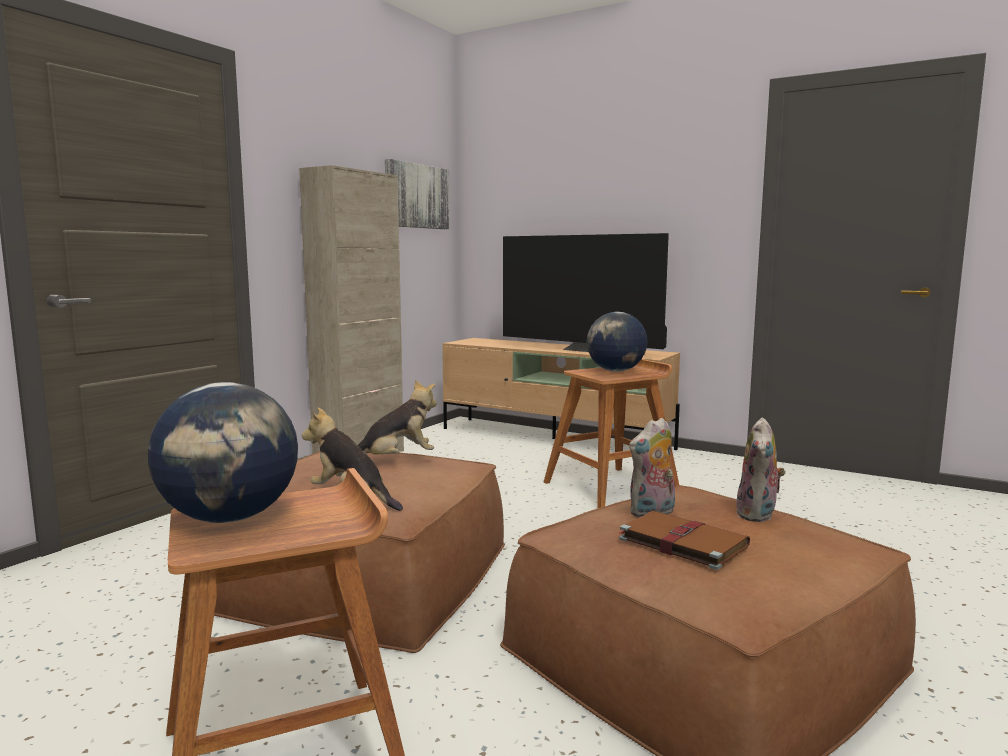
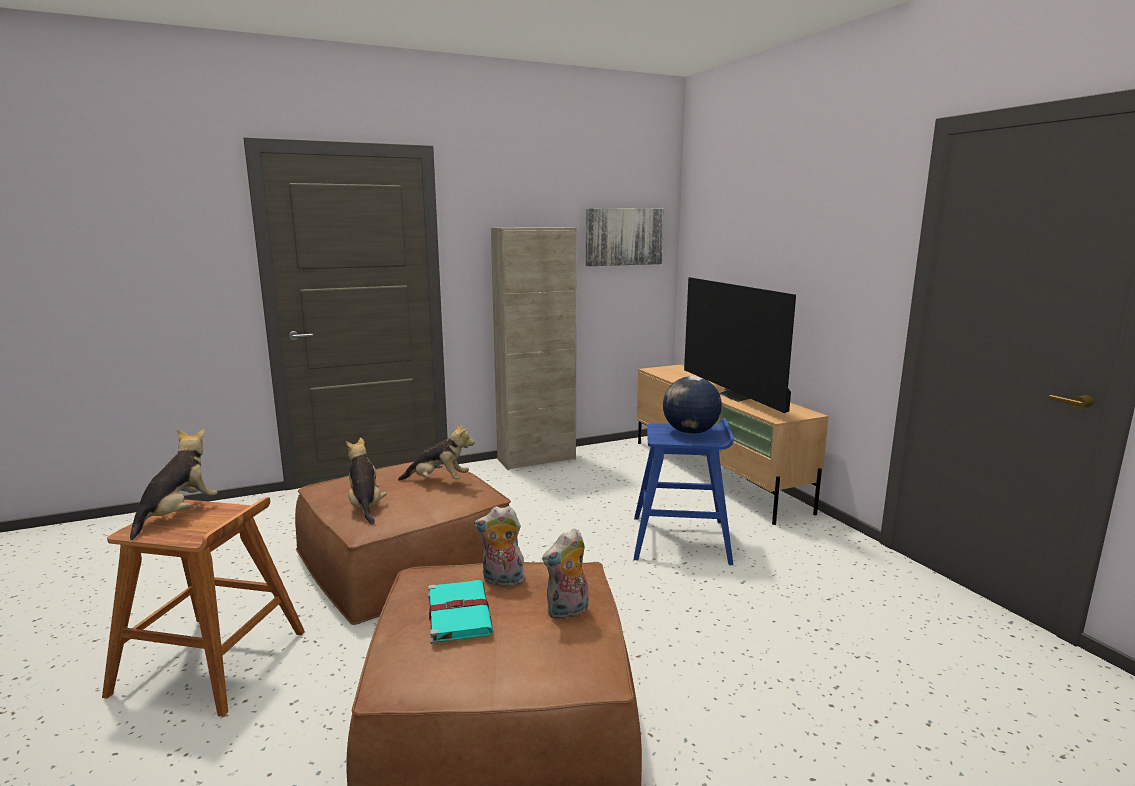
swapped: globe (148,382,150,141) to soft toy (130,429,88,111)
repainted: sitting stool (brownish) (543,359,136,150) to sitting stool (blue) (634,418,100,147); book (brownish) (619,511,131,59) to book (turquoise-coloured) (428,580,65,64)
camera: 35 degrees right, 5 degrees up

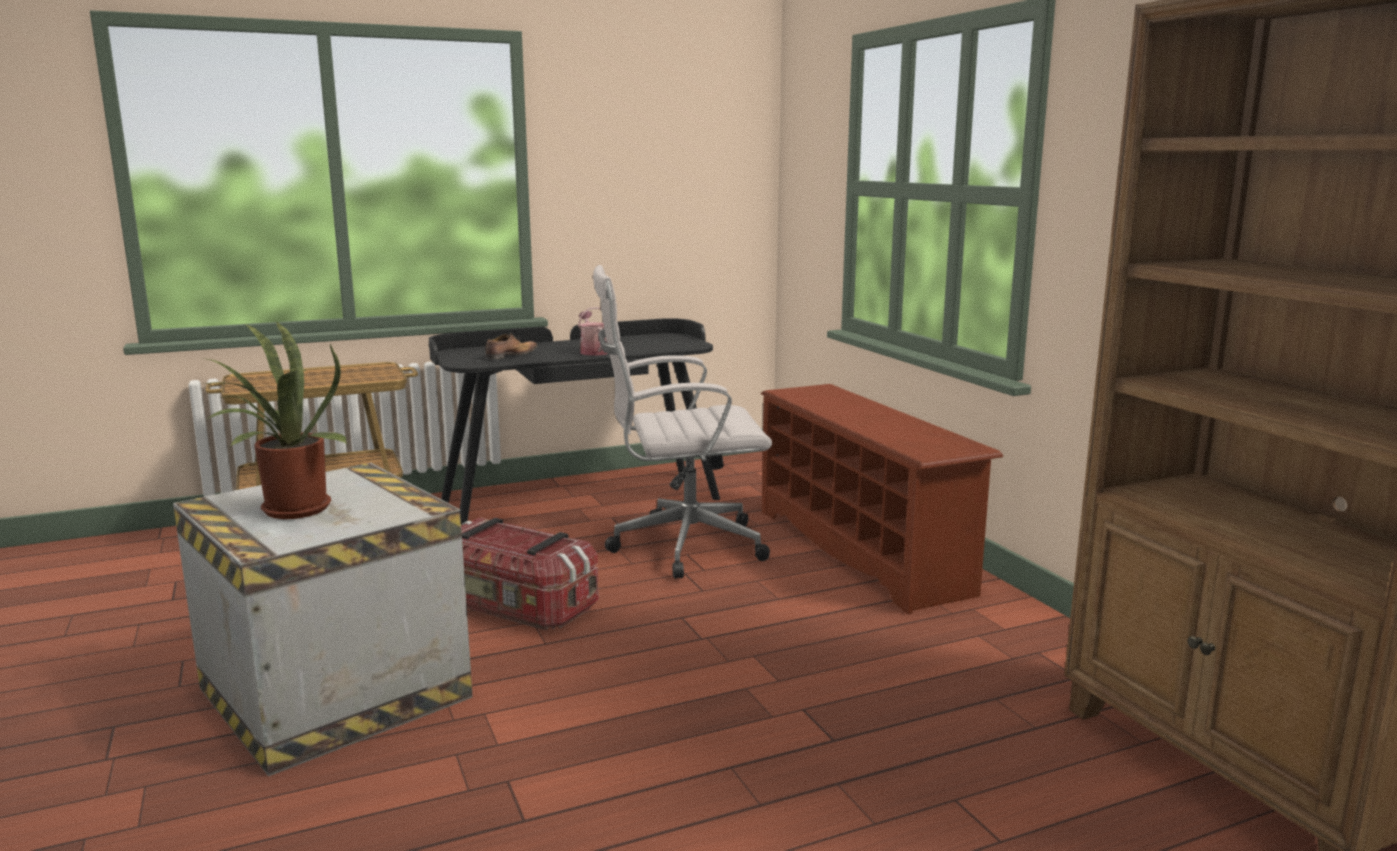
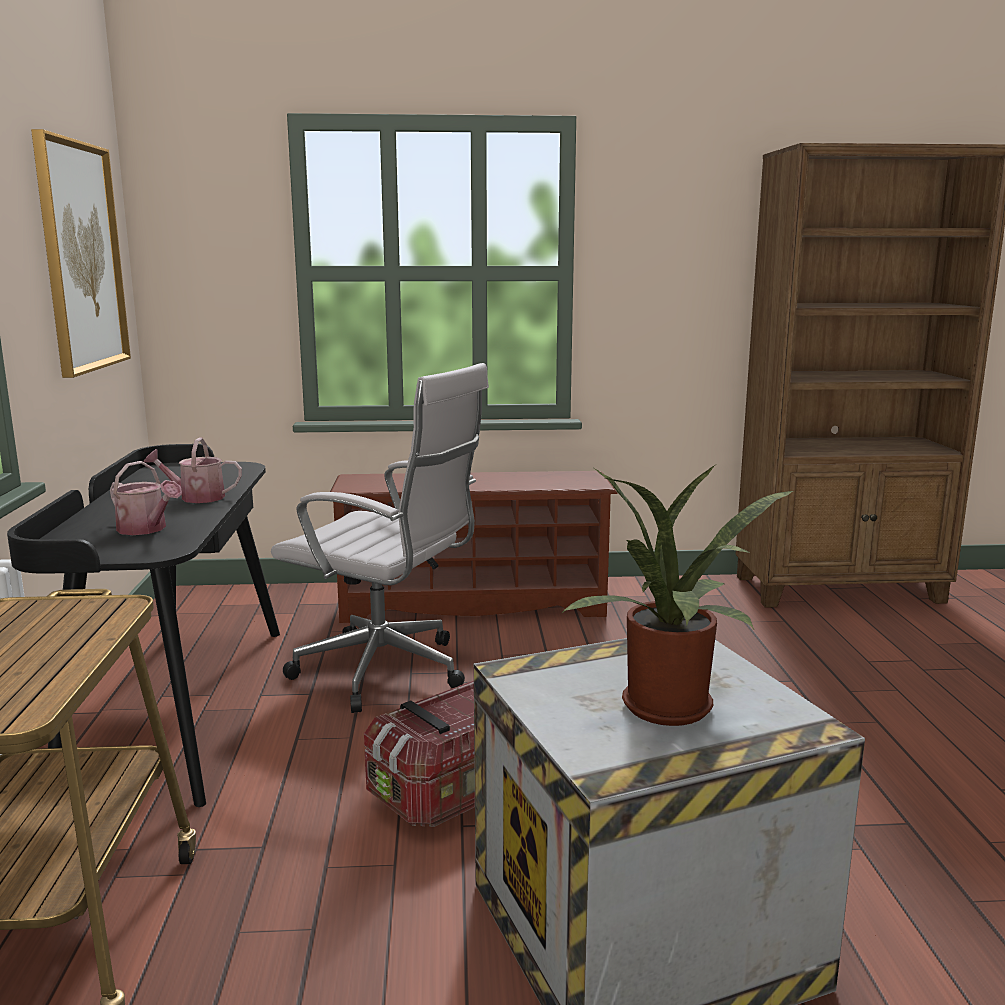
new: picture (31,129,100,249)
swapped: item of footwear (485,333,53,26) to watering pot (110,461,72,74)
rotated: office chair (whitish) (593,265,179,314) = (271,363,218,350) 75 degrees counterclockwise
camera: 70 degrees left, 0 degrees up

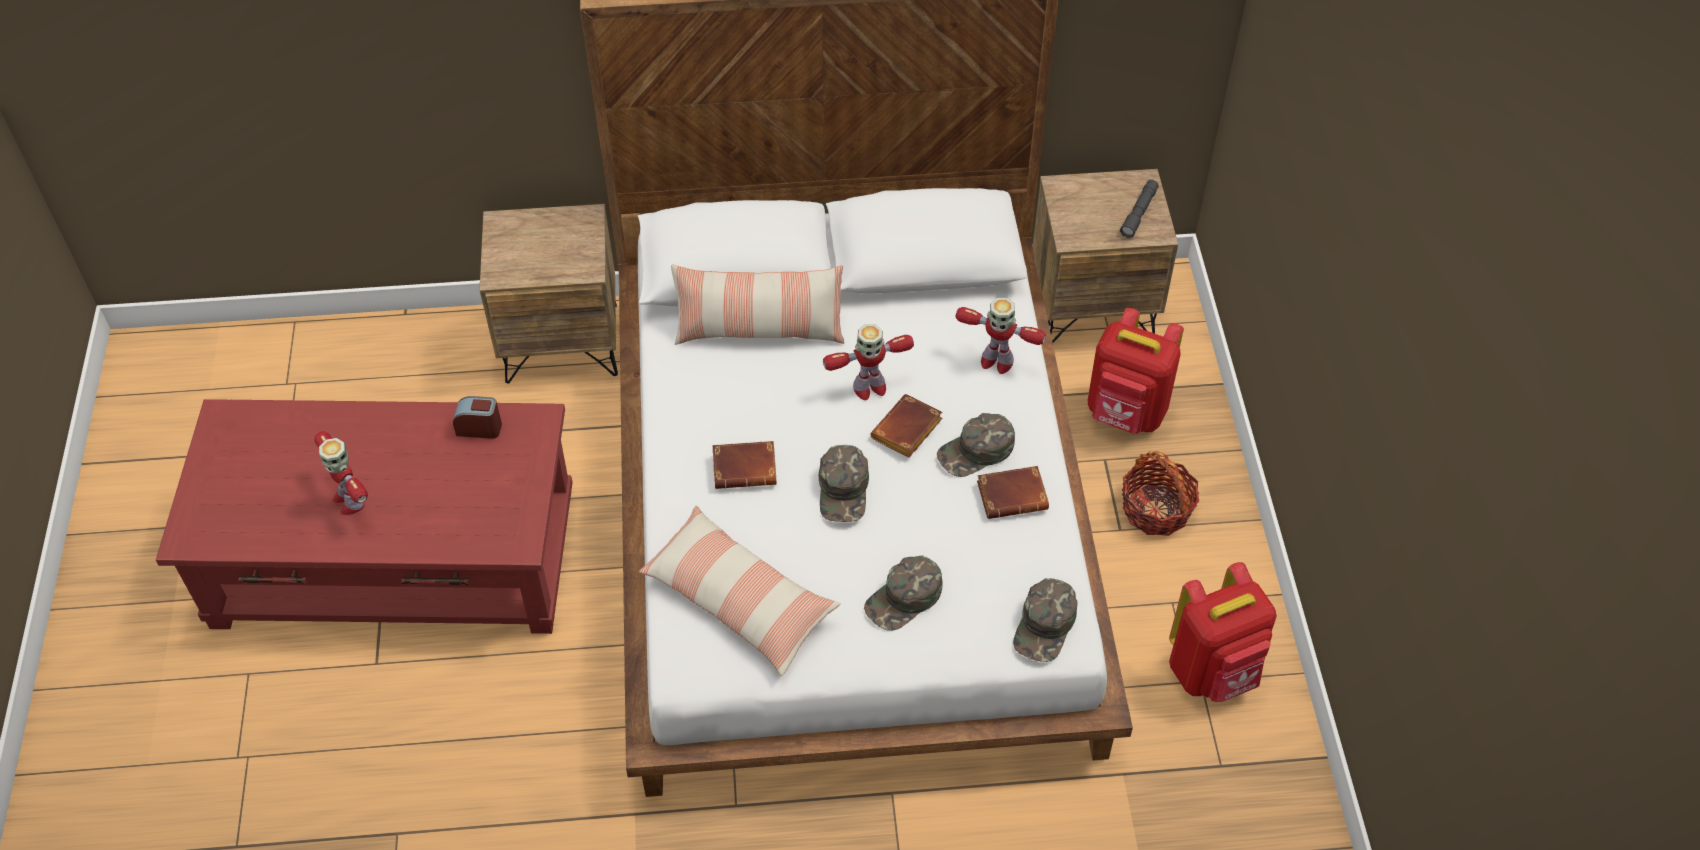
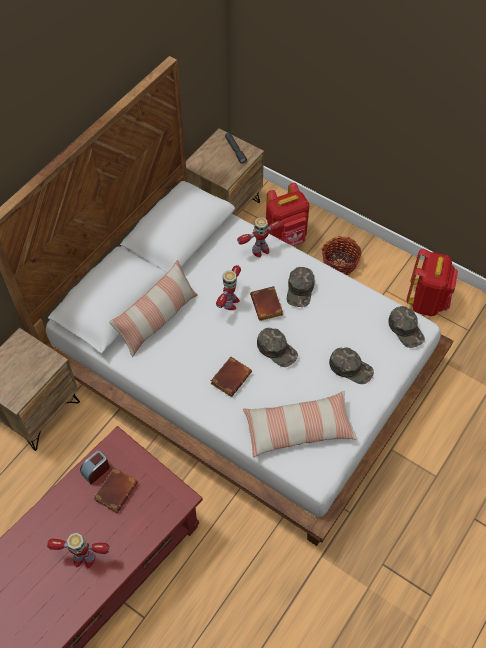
shifted: book (brownish) (977,466,72,53) to (94,467,44,46)
rotated: baseball cap (greenish) (864,556,79,75) = (329,347,45,37) 60 degrees counterclockwise
camera: 50 degrees left, 5 degrees up

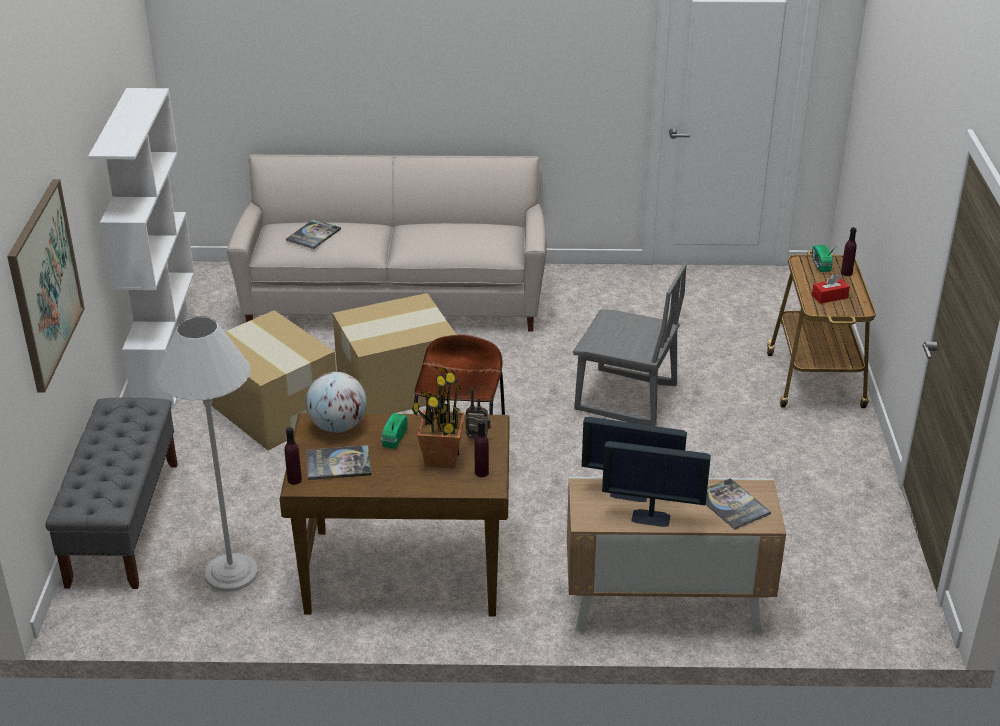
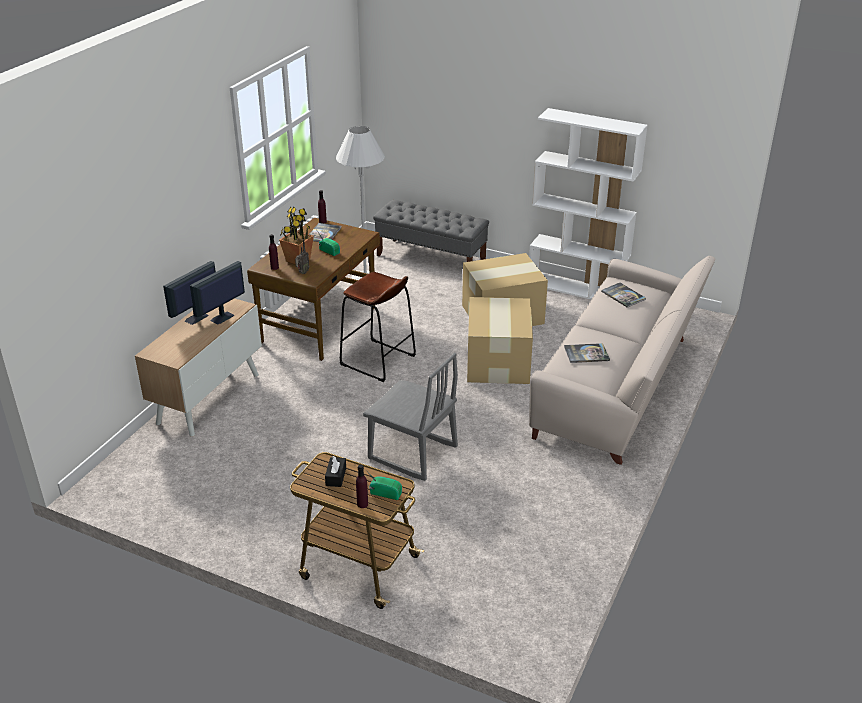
gone: picture (7,179,78,214); globe (306,372,60,61)
shifted: book (706,478,65,52) to (564,343,46,20)
repainted: tissue holder (red-coloured) (812,274,38,30) to tissue holder (black-coloured) (325,456,21,31)
rotated: plain chair (grey) (573,263,114,163) = (363,353,95,128) 105 degrees counterclockwise
camera: 115 degrees right, 0 degrees up

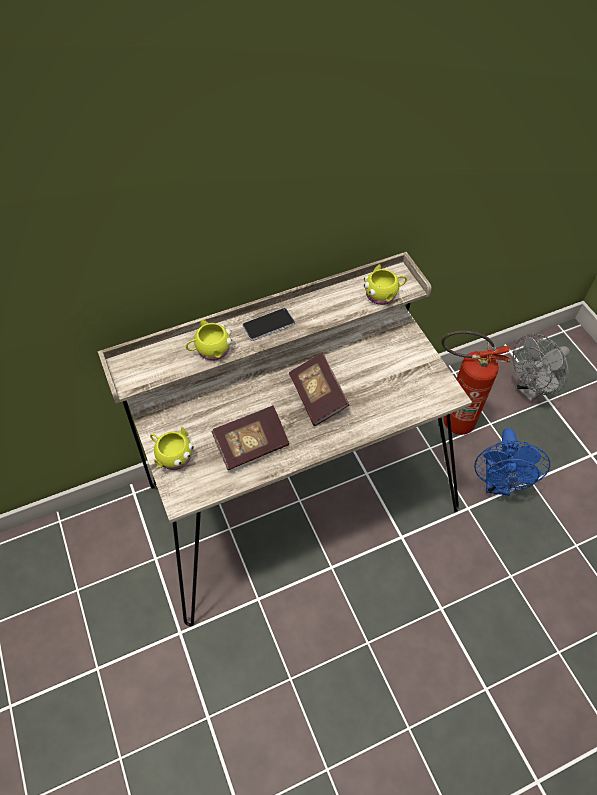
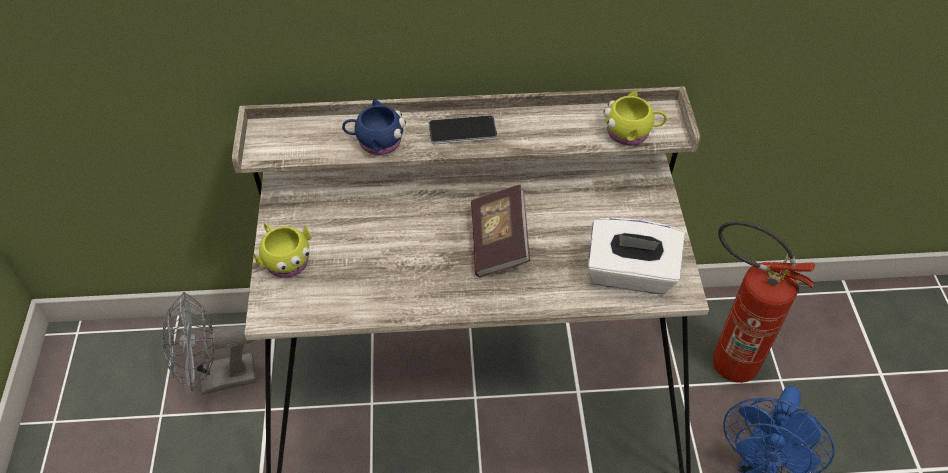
gone: book (211,405,78,65)
new: tissue holder (whitish) (588,218,97,76)
shifted: electric fan (grey) (513,333,57,69) to (162,292,94,103)
repainted: mug (yellowish) (186,320,46,41) to mug (blue) (342,99,64,56)
camera: 20 degrees right, 5 degrees down

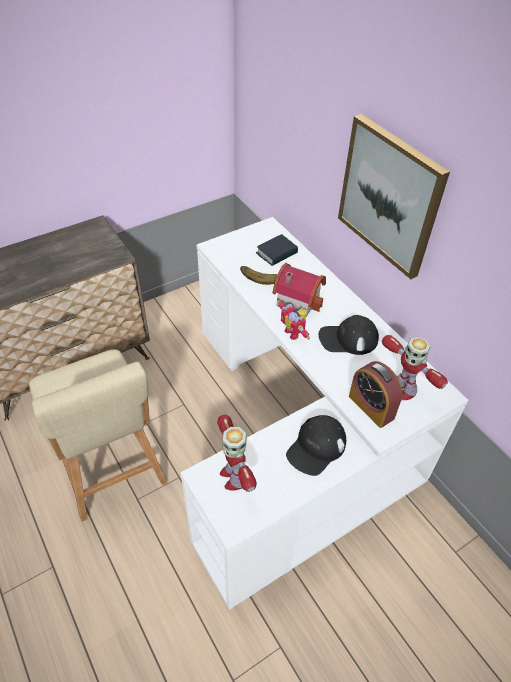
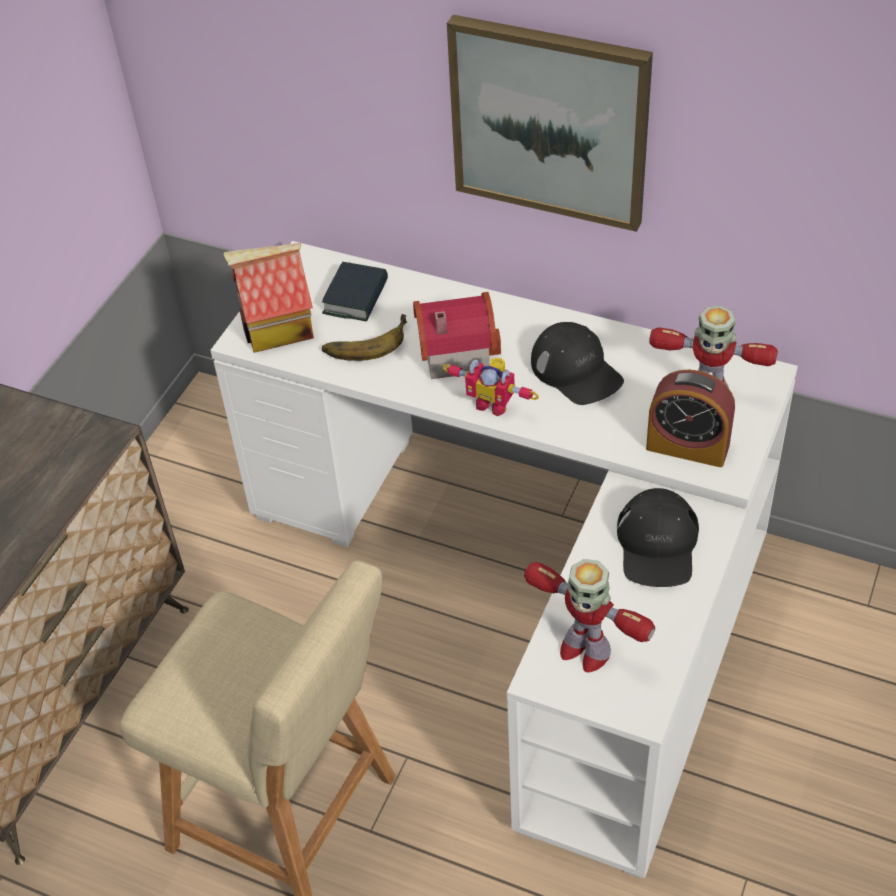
new: toy house (224,243,90,110)
rotated: baseball cap (black-coloured) (319,315,60,40) = (531,322,93,83) 90 degrees counterclockwise
camera: 30 degrees left, 0 degrees up

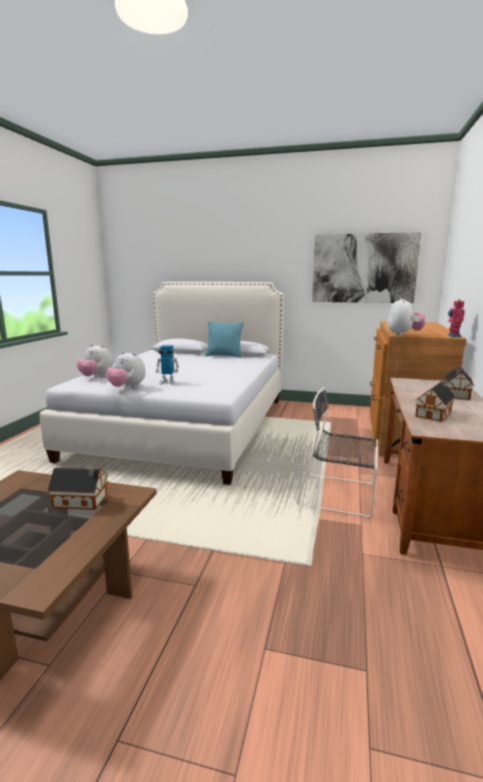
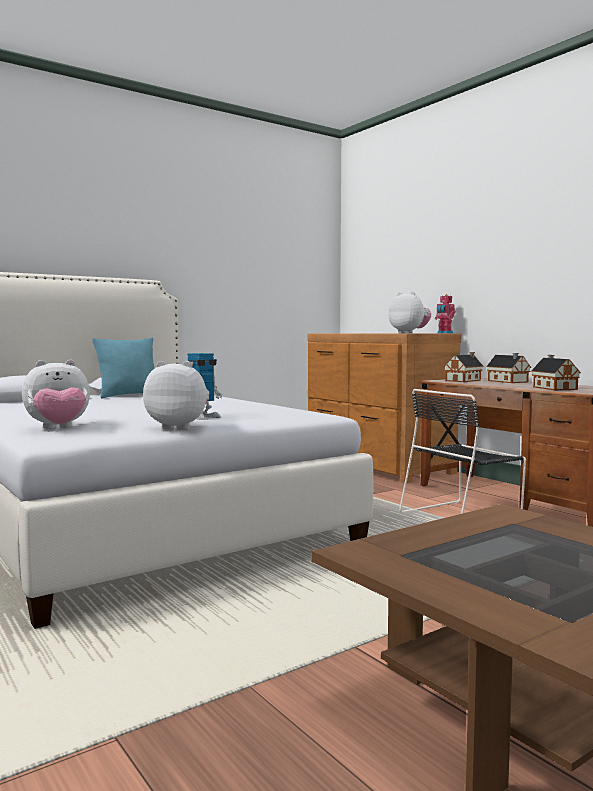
gone: picture (312,232,110,71)
shifted: toy house (47,467,62,43) to (444,352,40,30)
rotated: soft toy (106,351,40,37) = (143,361,66,69) 150 degrees counterclockwise
camera: 50 degrees left, 10 degrees down

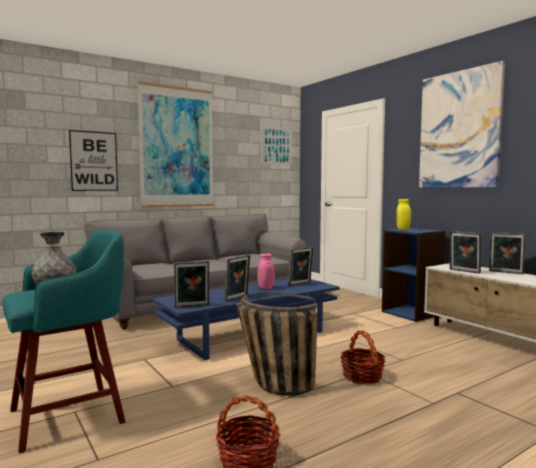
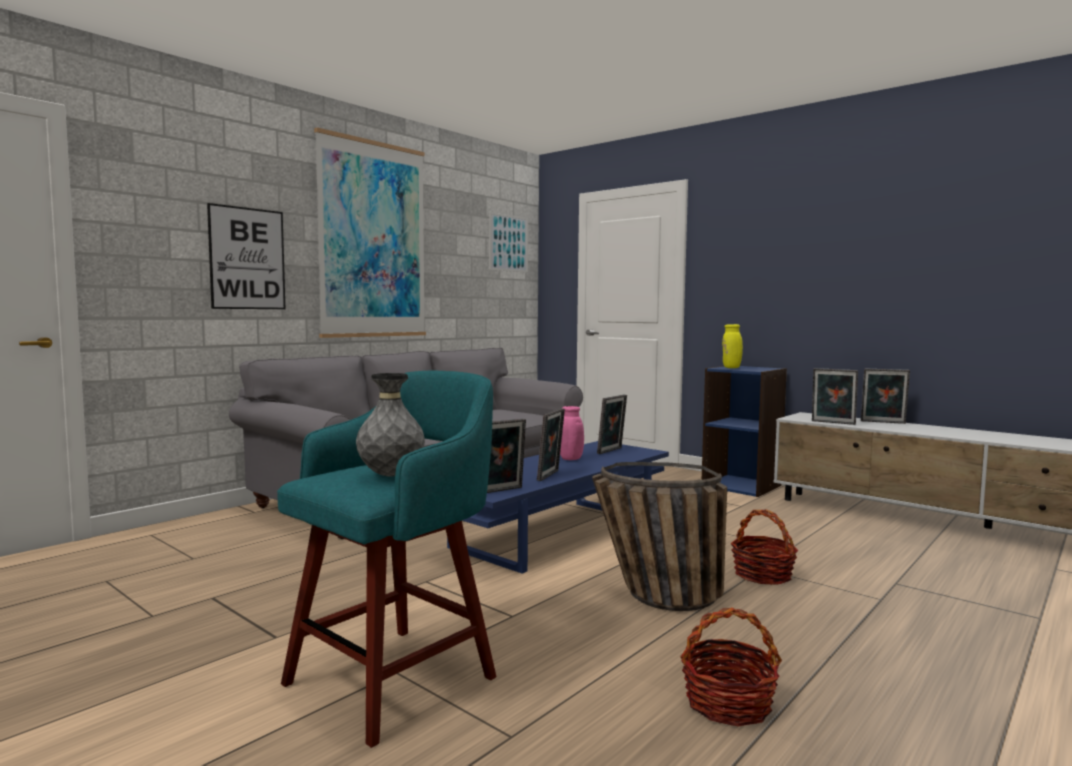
gone: picture (419,61,86,127)
camera: 15 degrees left, 0 degrees up

